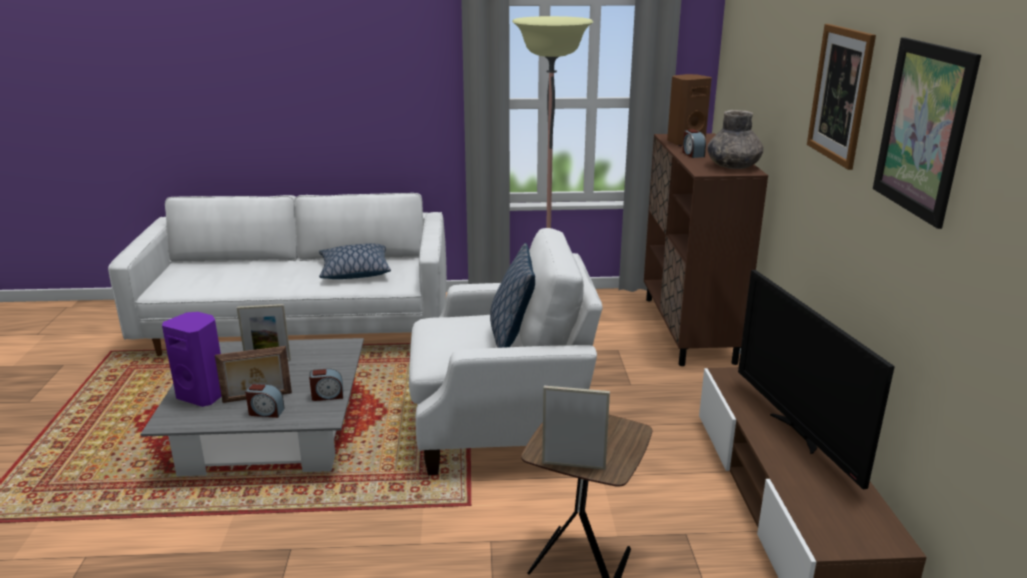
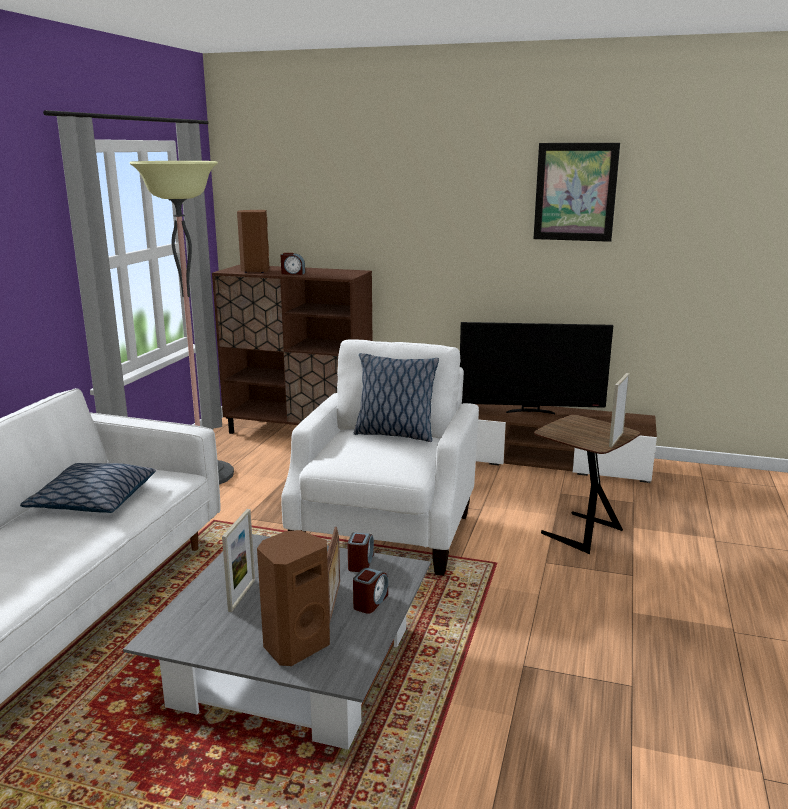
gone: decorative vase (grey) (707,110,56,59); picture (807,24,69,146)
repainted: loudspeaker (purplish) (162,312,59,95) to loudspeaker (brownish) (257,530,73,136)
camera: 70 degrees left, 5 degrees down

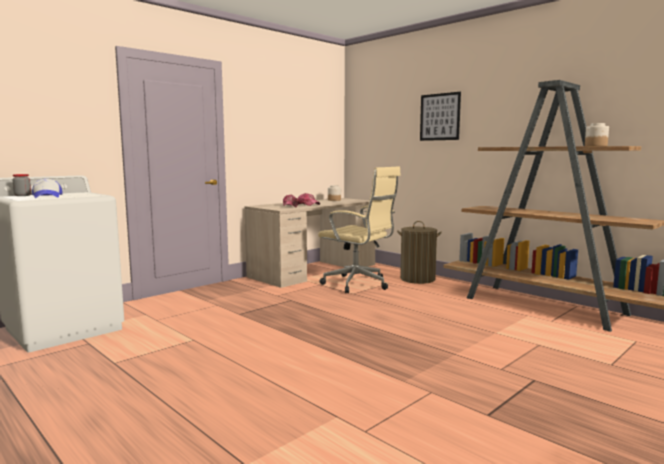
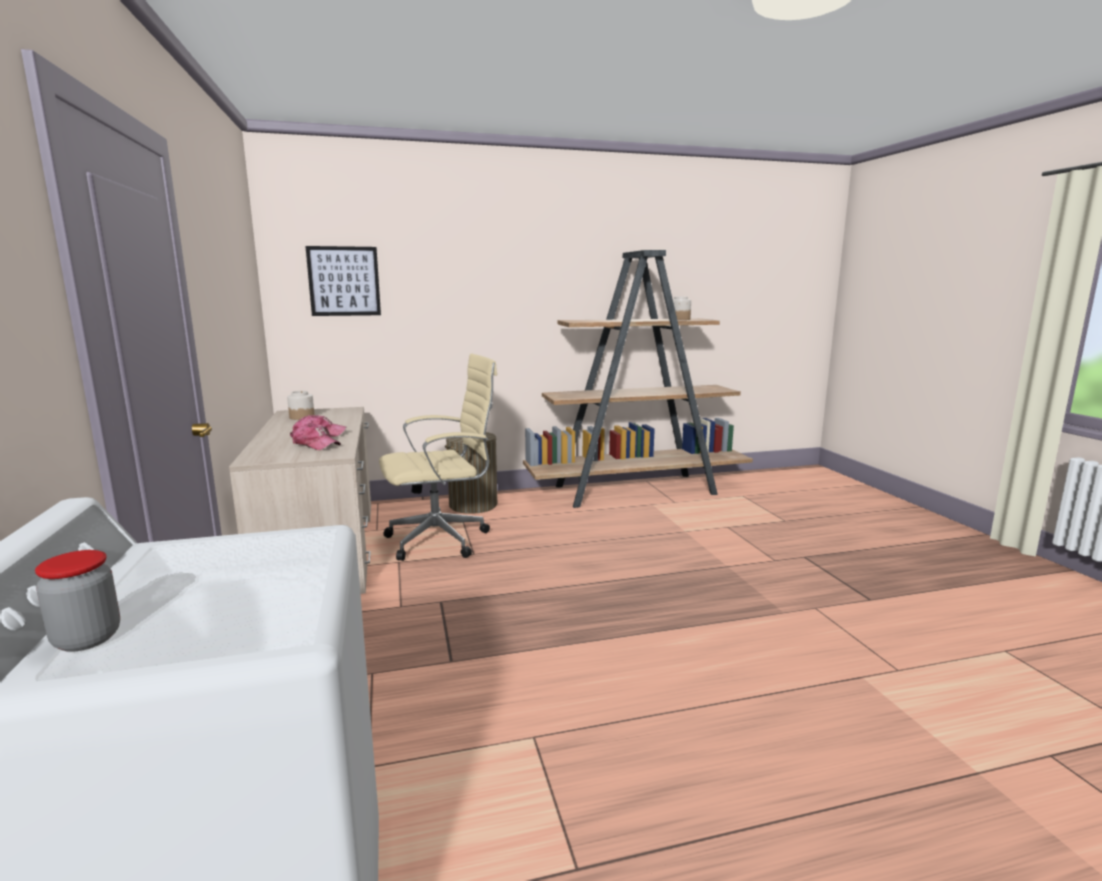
gone: baseball cap (32,179,30,19)
shifted: picture (420,92,41,49) to (305,246,76,70)
camera: 60 degrees left, 5 degrees up

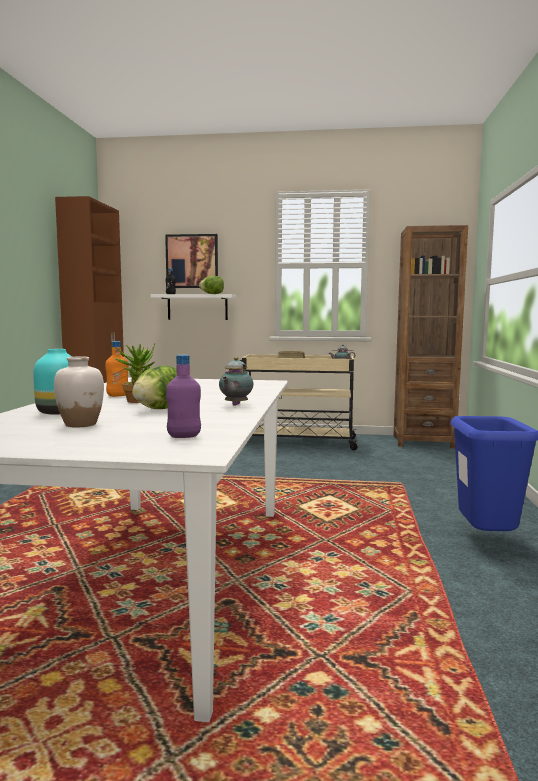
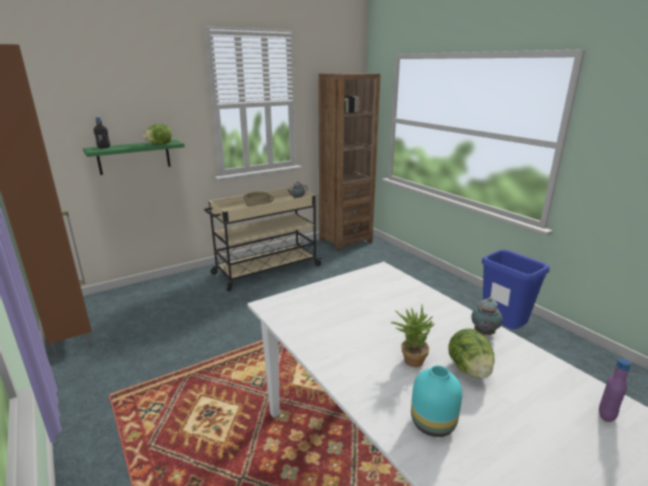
gone: decorative vase (whitish) (54,356,50,71); bottle (orangey) (105,341,24,56); picture (165,234,53,54)
repainted: wall shelf (whitish) (151,294,86,26) to wall shelf (greenish) (83,140,102,35)
rotated: teapot (219,357,34,49) = (471,297,32,38) 45 degrees clockwise
camera: 40 degrees left, 15 degrees up

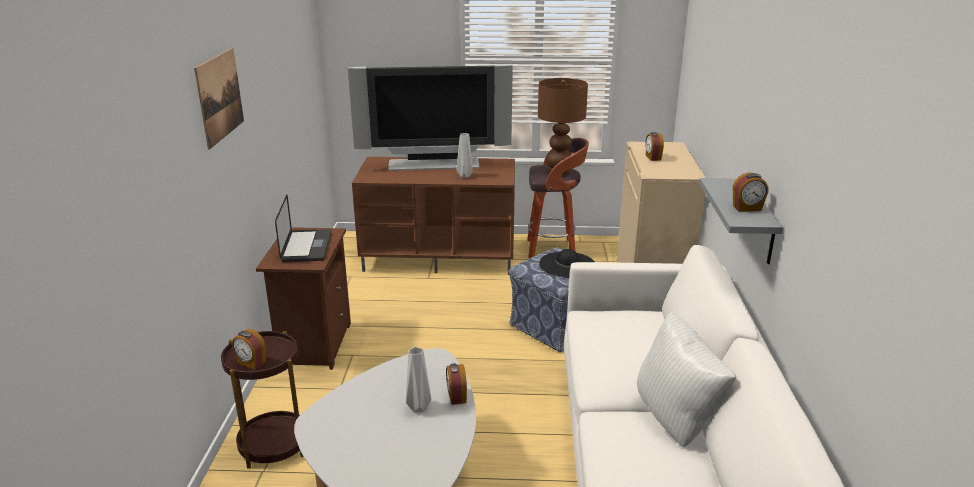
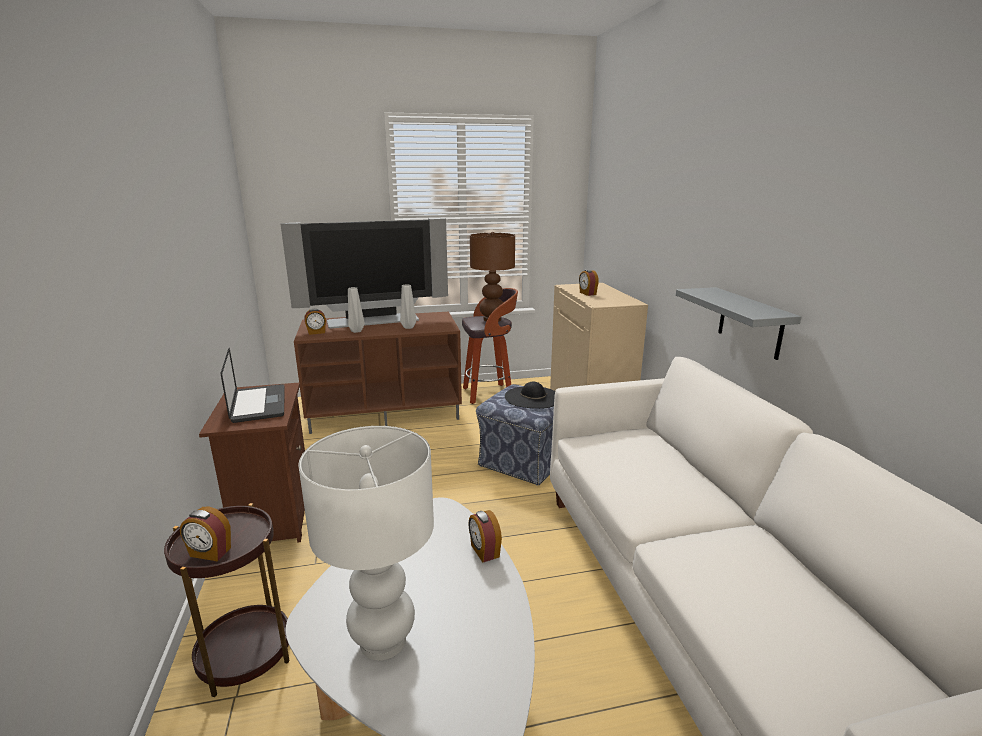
gone: picture (194,48,50,101); throw pillow (whitish) (637,310,99,137)
new: tabletop lamp (whitish) (298,426,136,234)
shifted: decorative vase (grey) (406,347,25,66) to (348,287,17,46); alarm clock (733,172,36,40) to (304,309,22,26)
camera: 15 degrees left, 5 degrees down

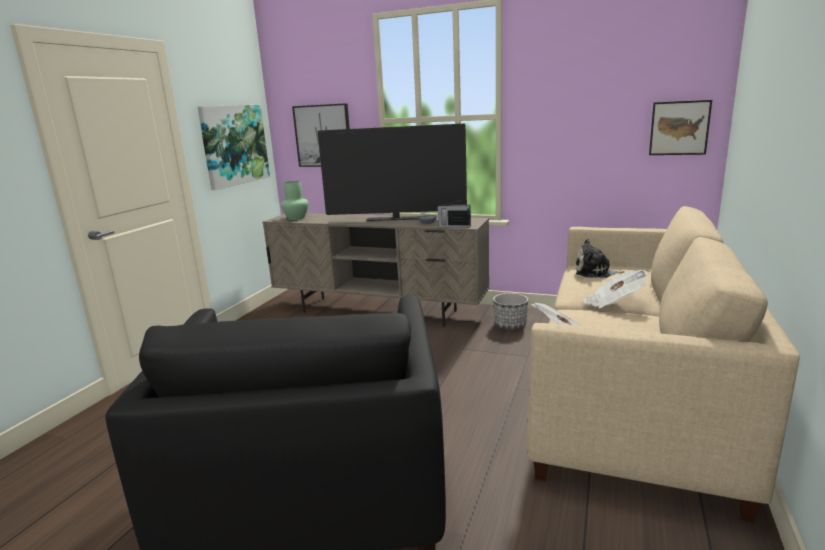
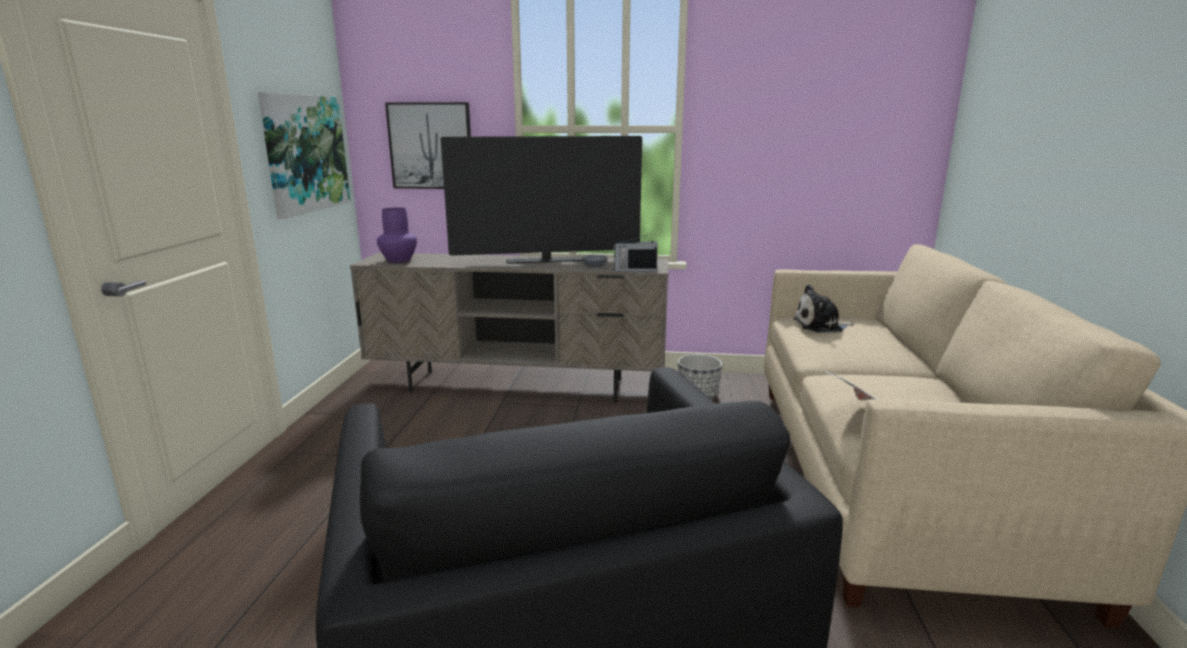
gone: printed paper (583,270,66,38); picture (649,100,63,55)
repainted: decorative vase (greenish) (281,181,28,39) to decorative vase (purplish) (377,208,40,55)
camera: 15 degrees left, 0 degrees up

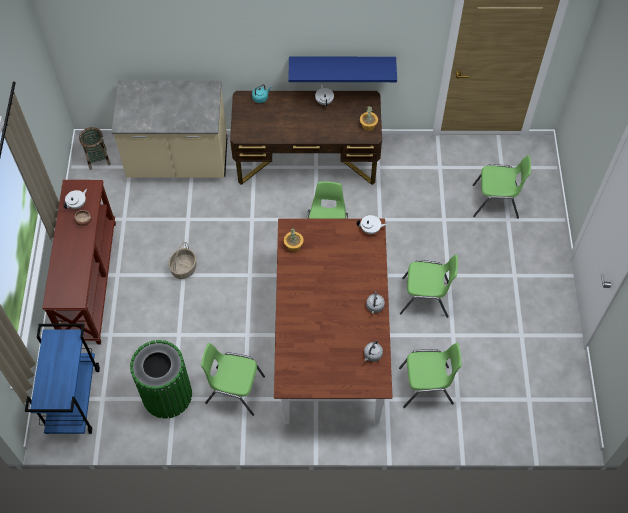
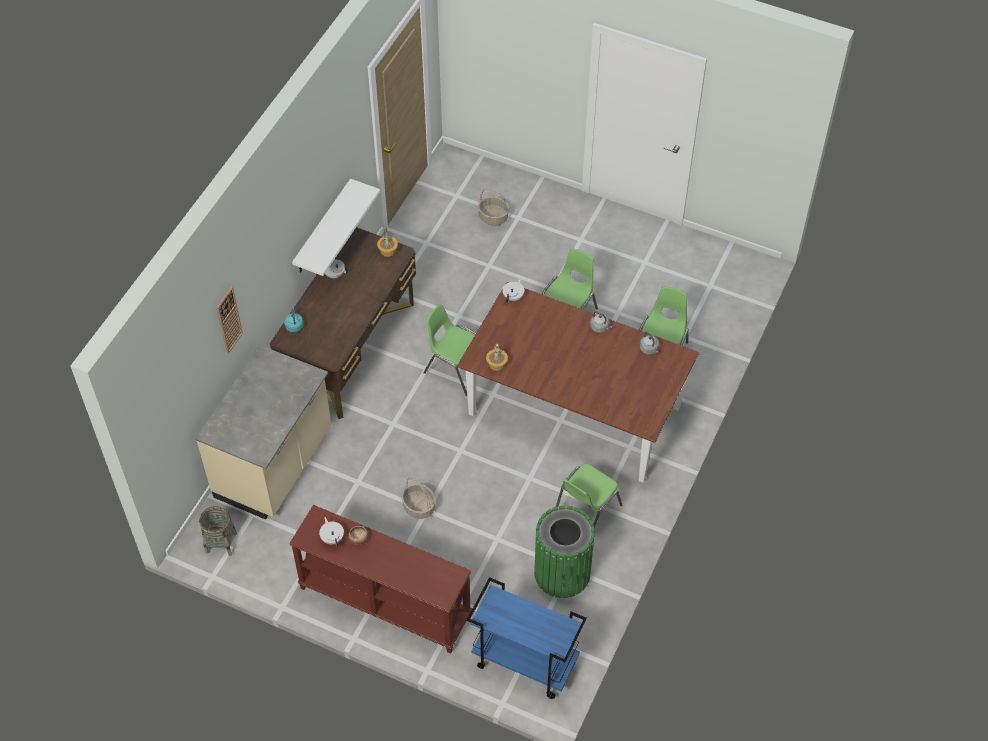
new: hanging clock (216,286,27,68)
swapped: plain chair (greenish) (473,155,58,64) to household basket (478,188,31,38)
repainted: wall shelf (blue) (288,57,109,25) to wall shelf (whitish) (292,179,88,97)
camera: 65 degrees left, 5 degrees down

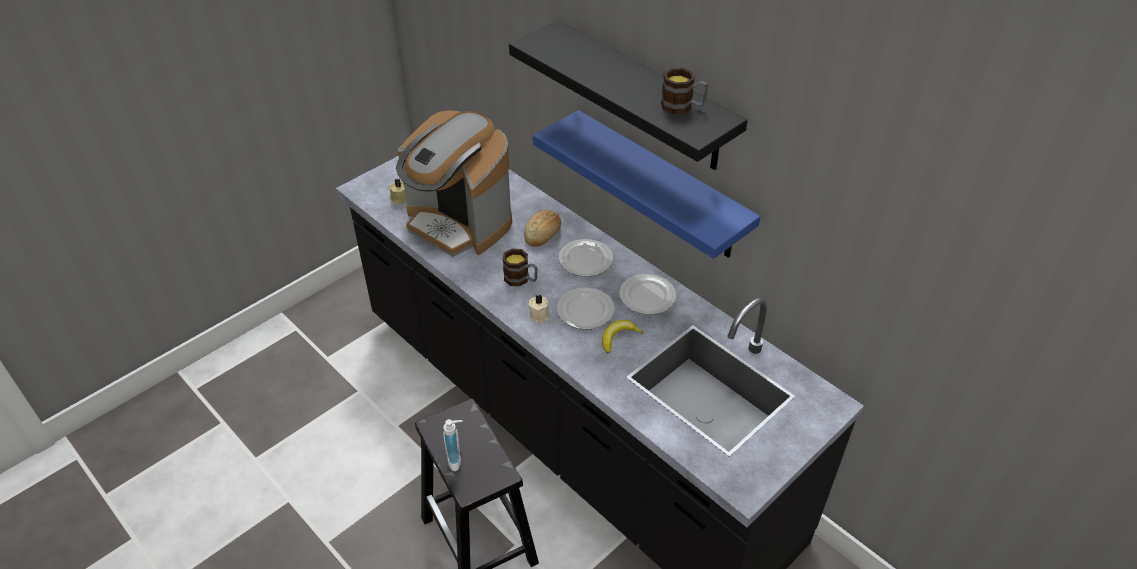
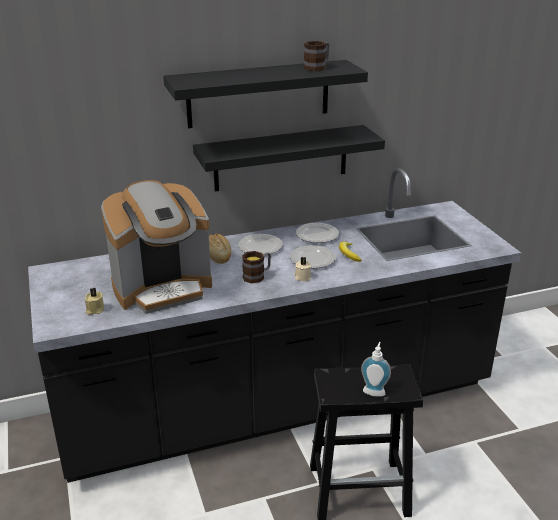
repainted: wall shelf (blue) (533,110,228,149) to wall shelf (black-coloured) (193,125,192,67)
camera: 65 degrees left, 15 degrees down

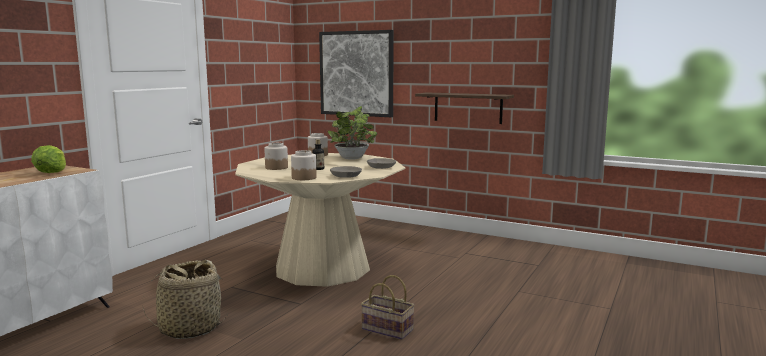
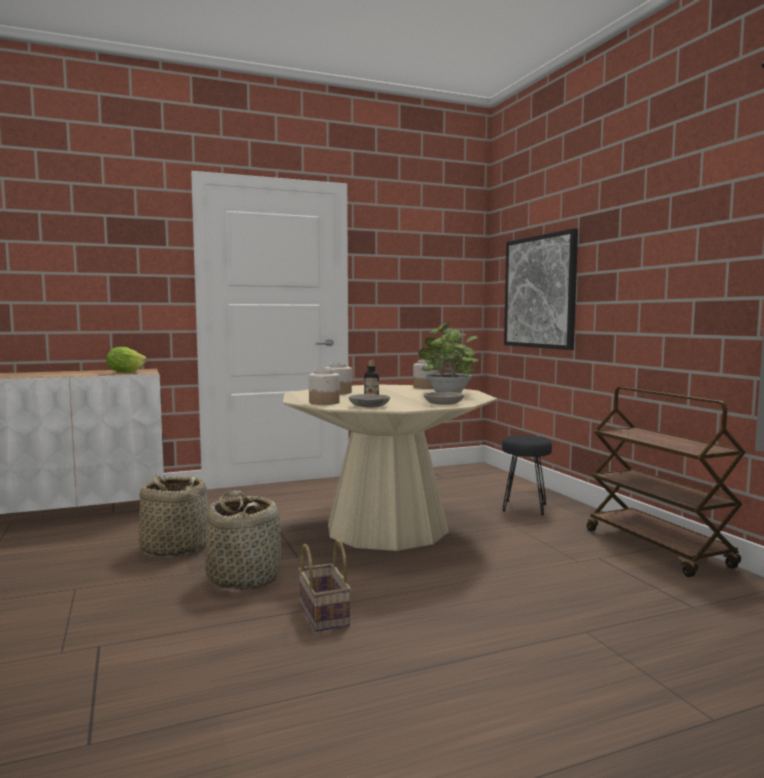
gone: wall shelf (415,92,99,32)
new: household basket (205,490,76,100); sitting stool (black-coloured) (502,435,50,80); wheeled cart (brownish) (587,387,159,190)
camera: 40 degrees right, 5 degrees down

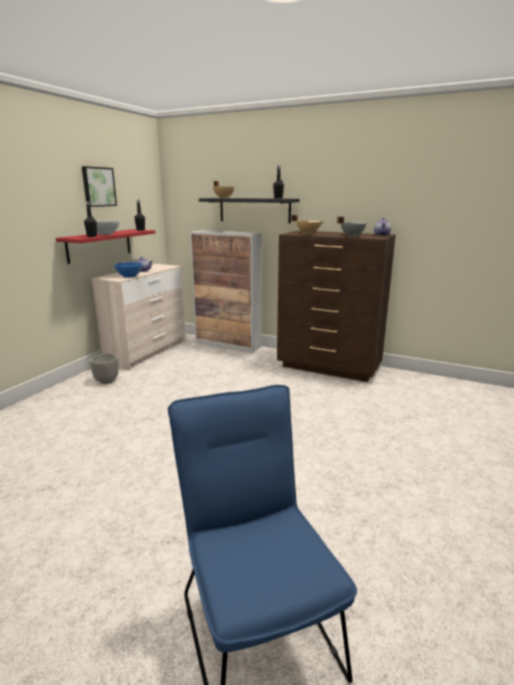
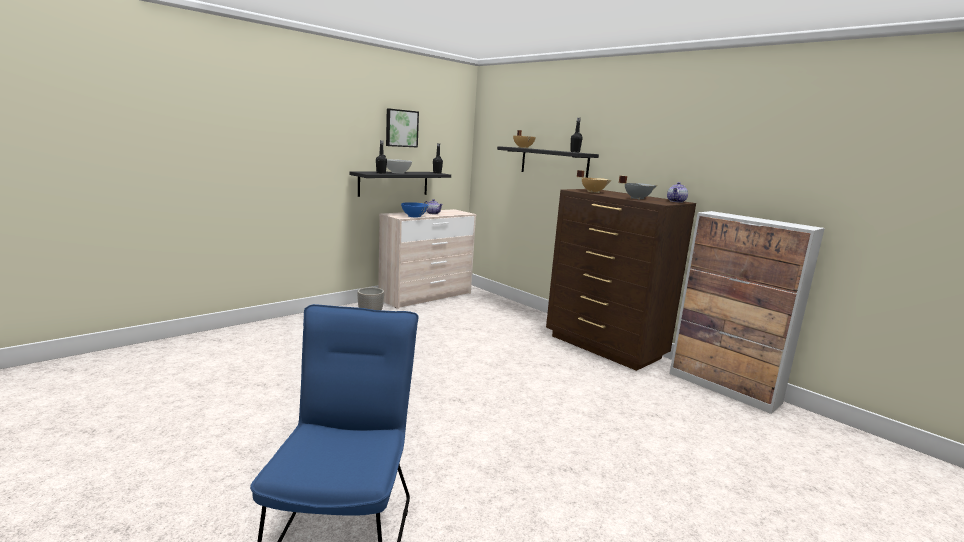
shifted: storage cabinet (190,230,72,123) to (669,211,156,203)
repainted: wall shelf (red-coloured) (56,229,99,35) to wall shelf (black-coloured) (349,171,102,26)
camera: 20 degrees right, 5 degrees down

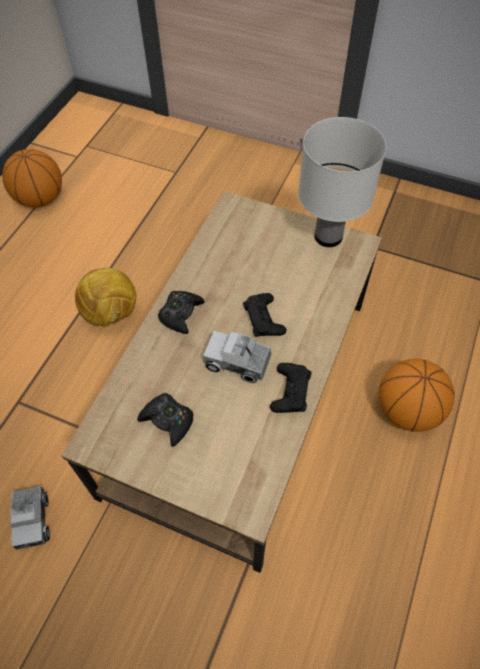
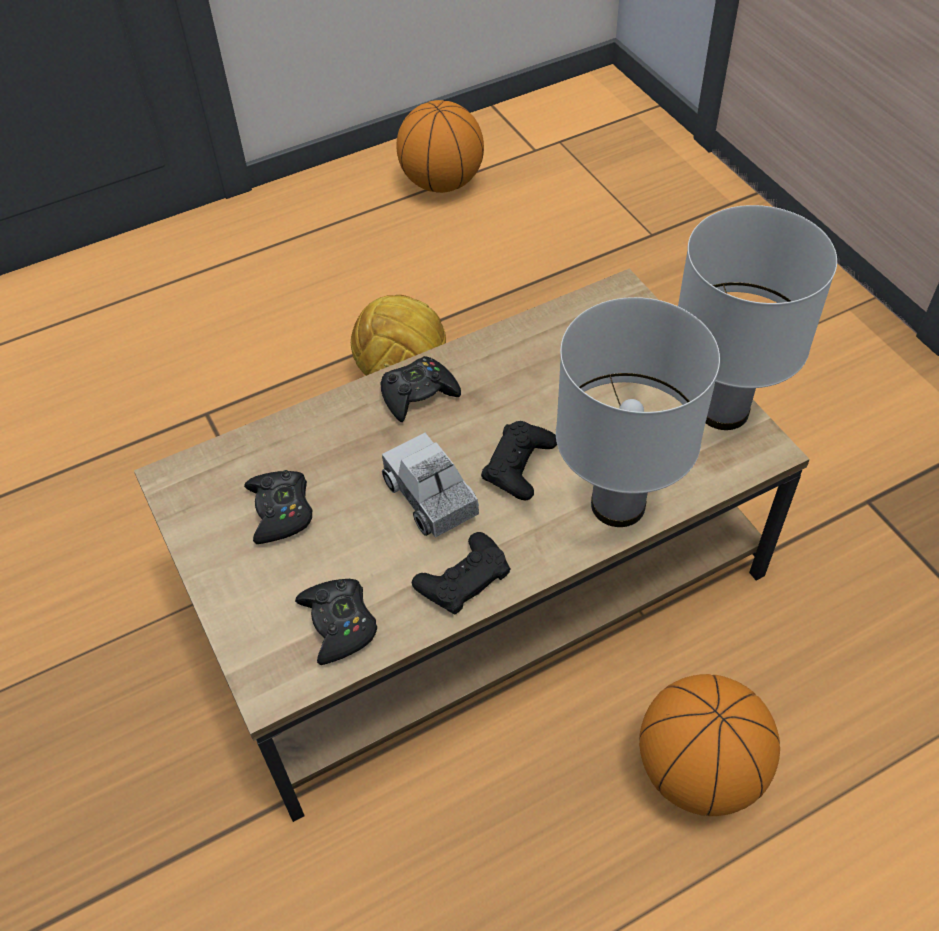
gone: toy lorry (11,486,39,64)
new: game controller (black-coloured) (295,579,82,86); tabletop lamp (whitish) (556,297,164,230)
camera: 40 degrees right, 5 degrees down

